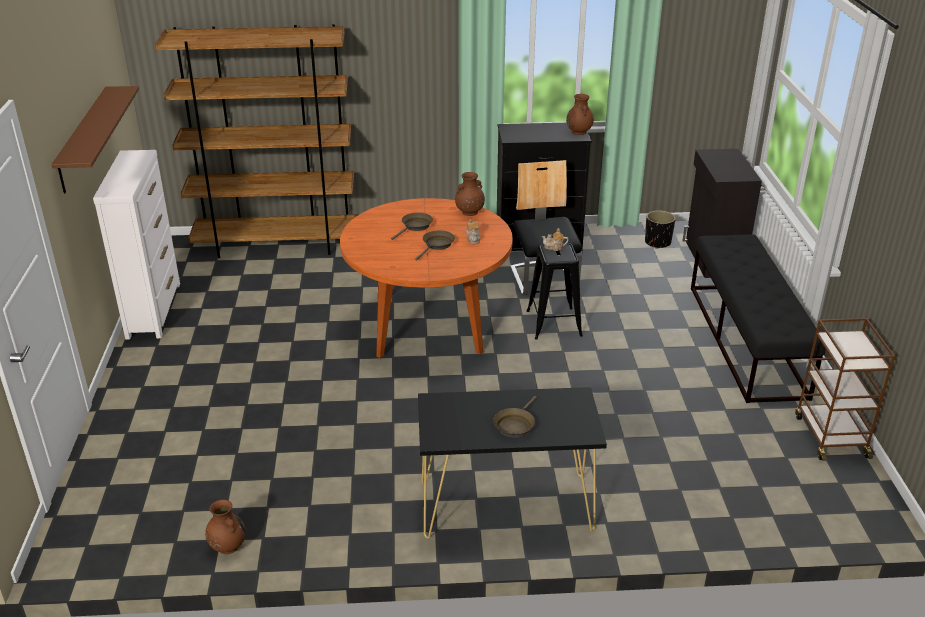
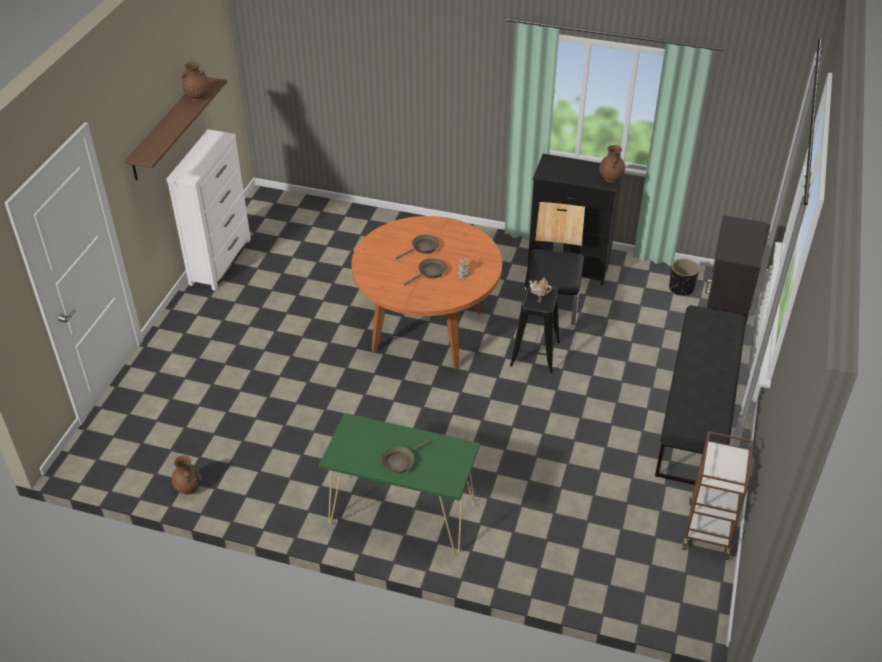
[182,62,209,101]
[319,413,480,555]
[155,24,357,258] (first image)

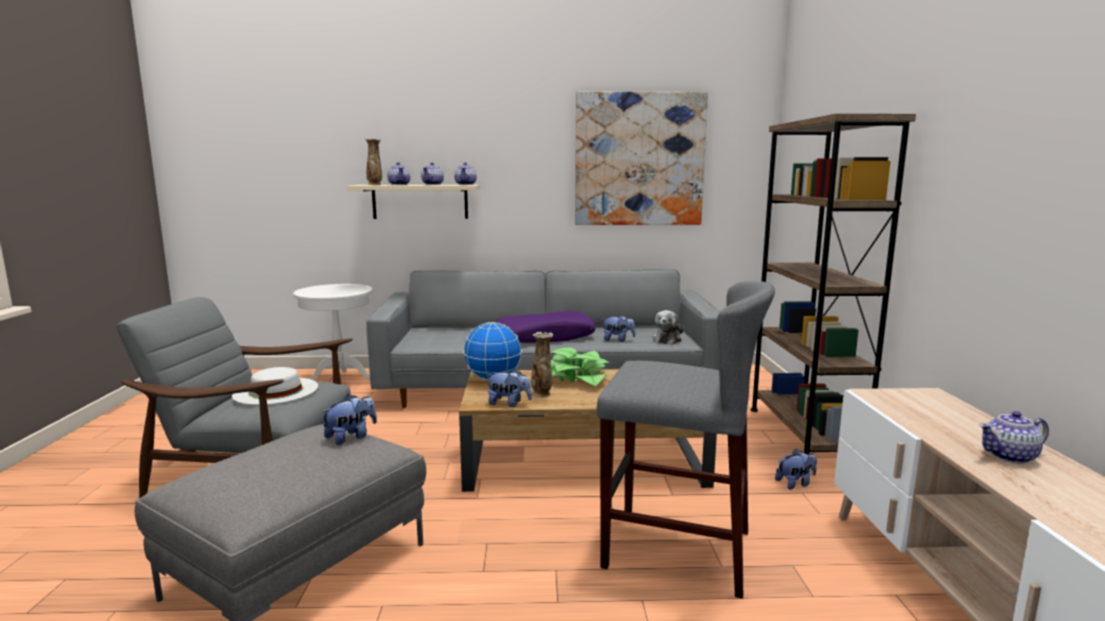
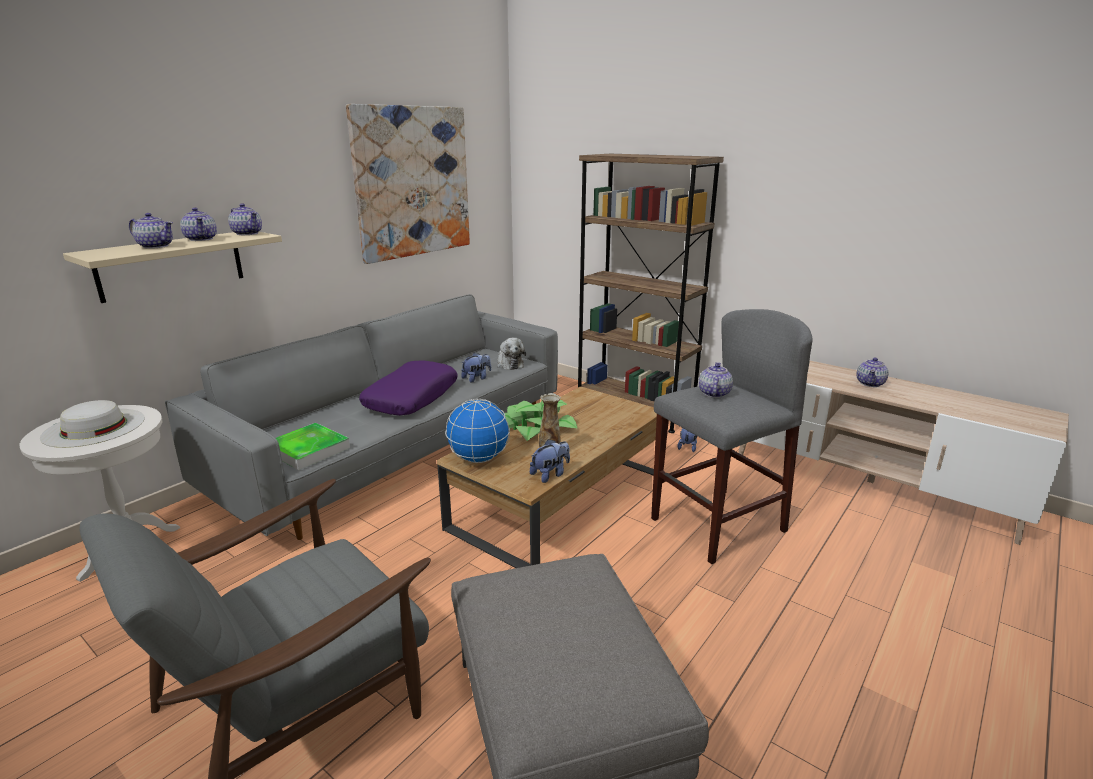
[40,400,145,448]
[276,423,350,470]
[699,362,733,398]
[321,394,377,445] (first image)
[366,139,382,185] (first image)

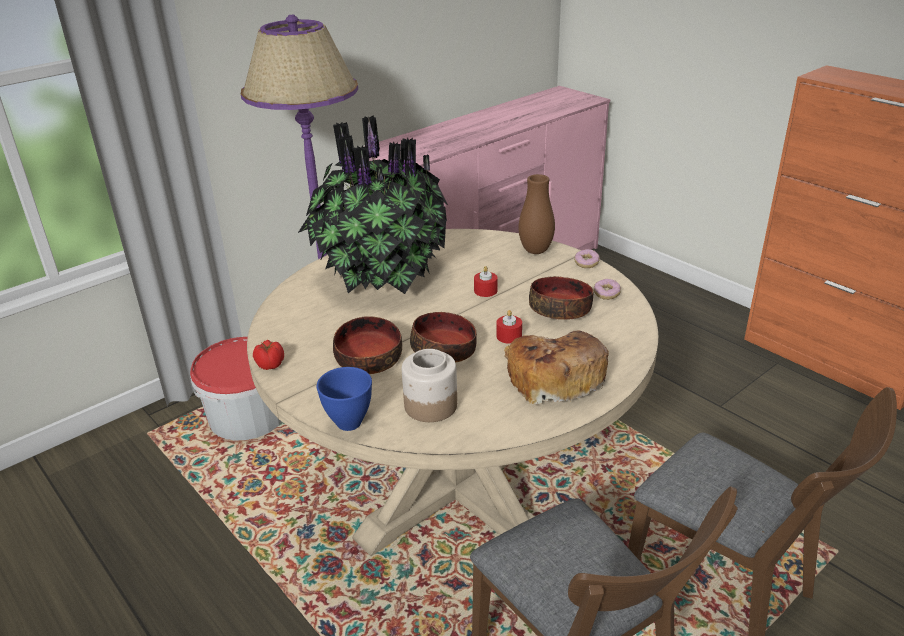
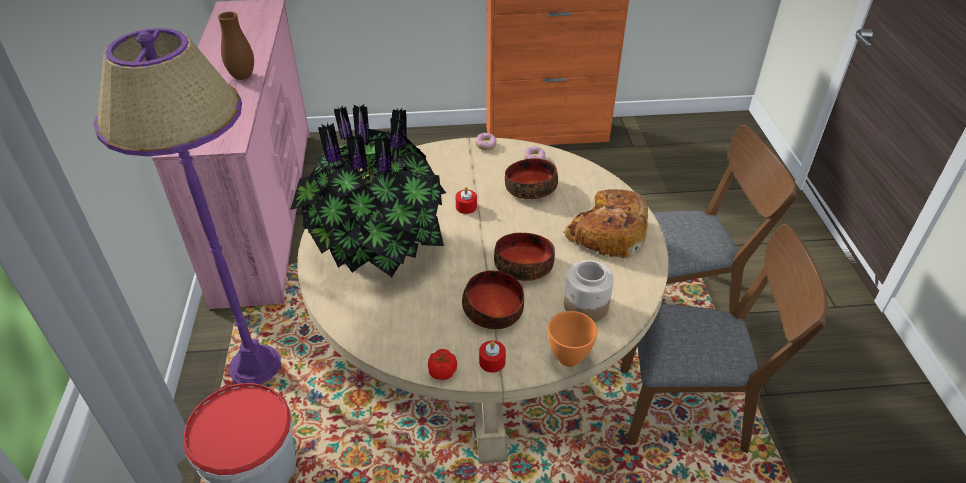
[218,12,254,80]
[479,340,506,373]
[548,311,598,367]

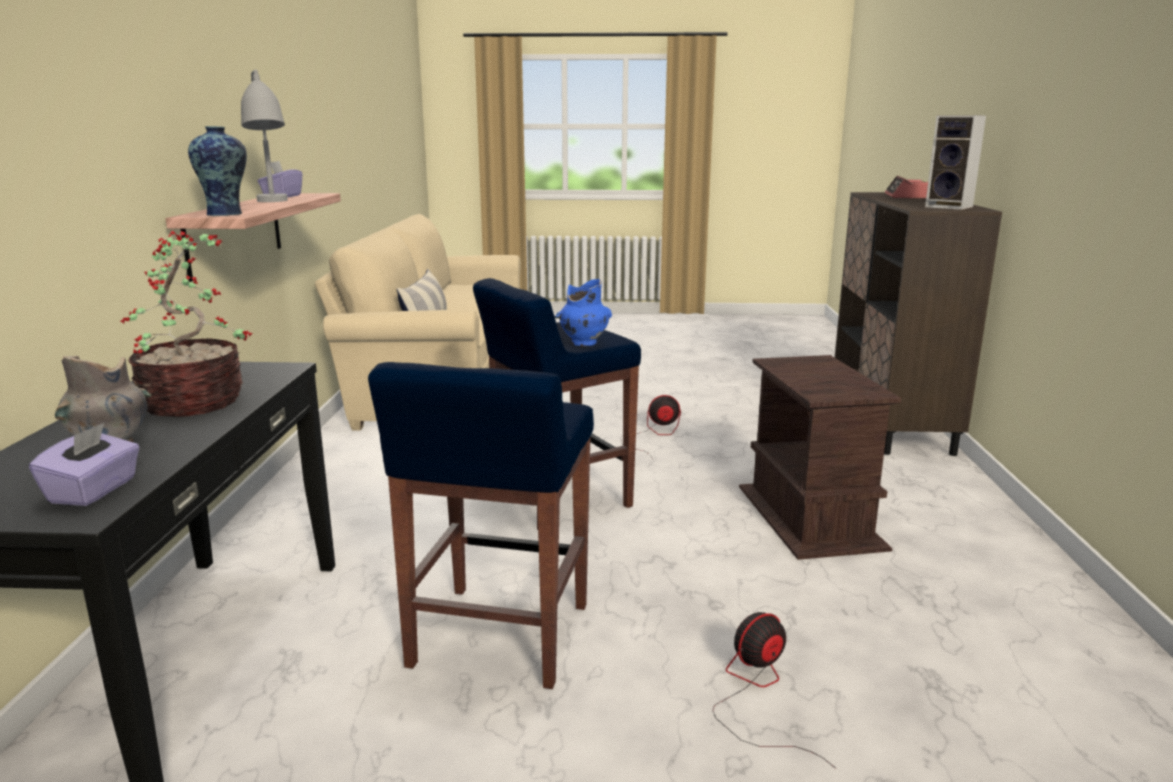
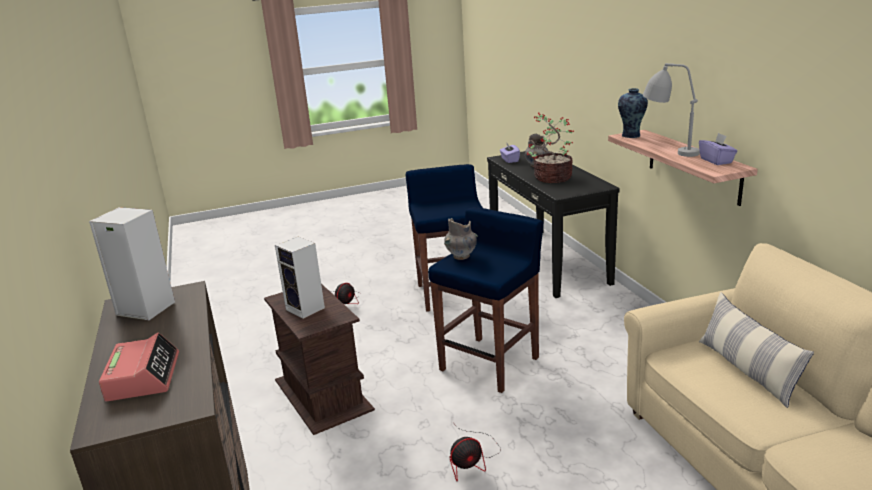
[275,236,325,319]
[444,218,478,260]

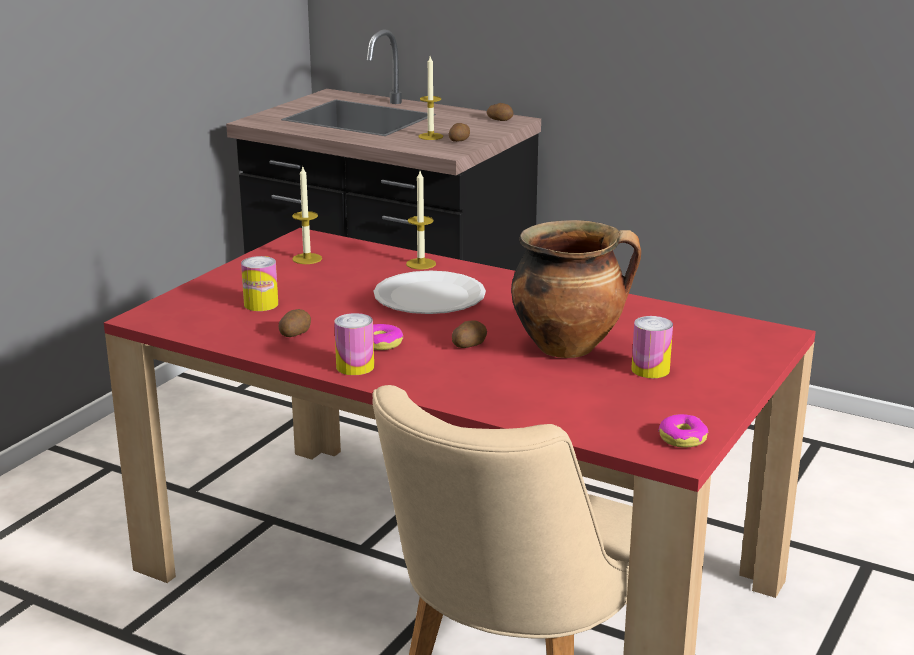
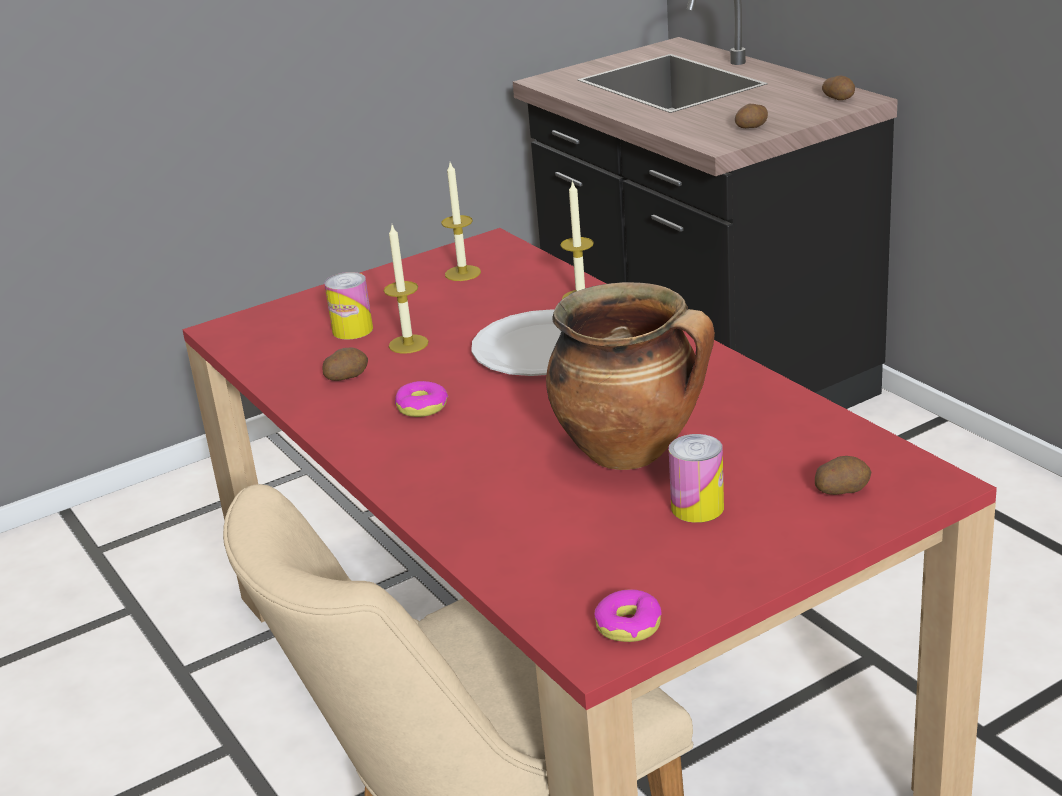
[384,225,429,354]
[815,456,871,495]
[334,313,374,375] (first image)

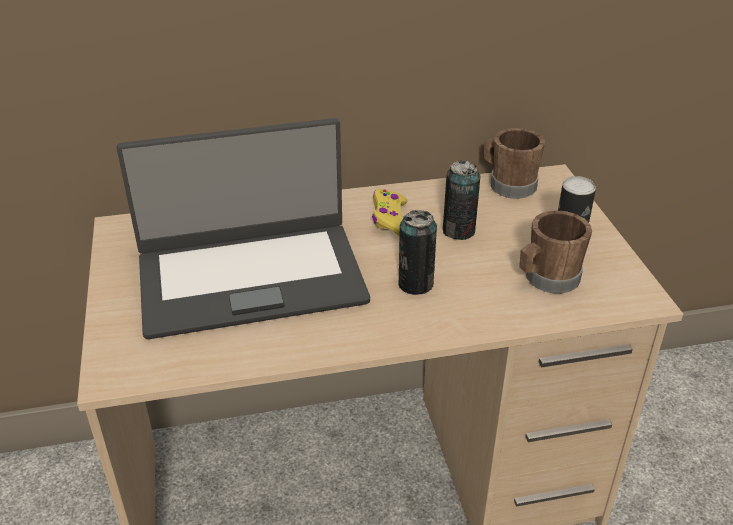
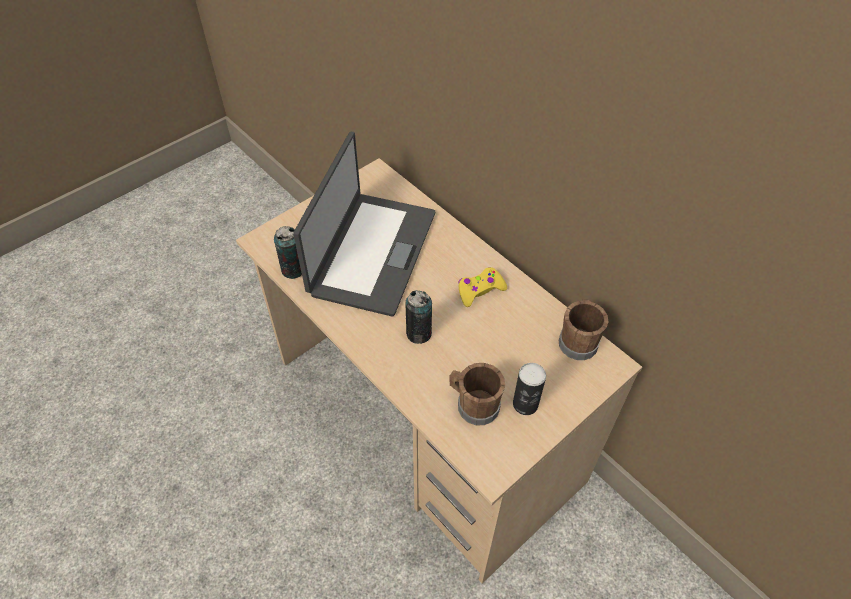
[274,226,302,279]
[293,132,435,316]

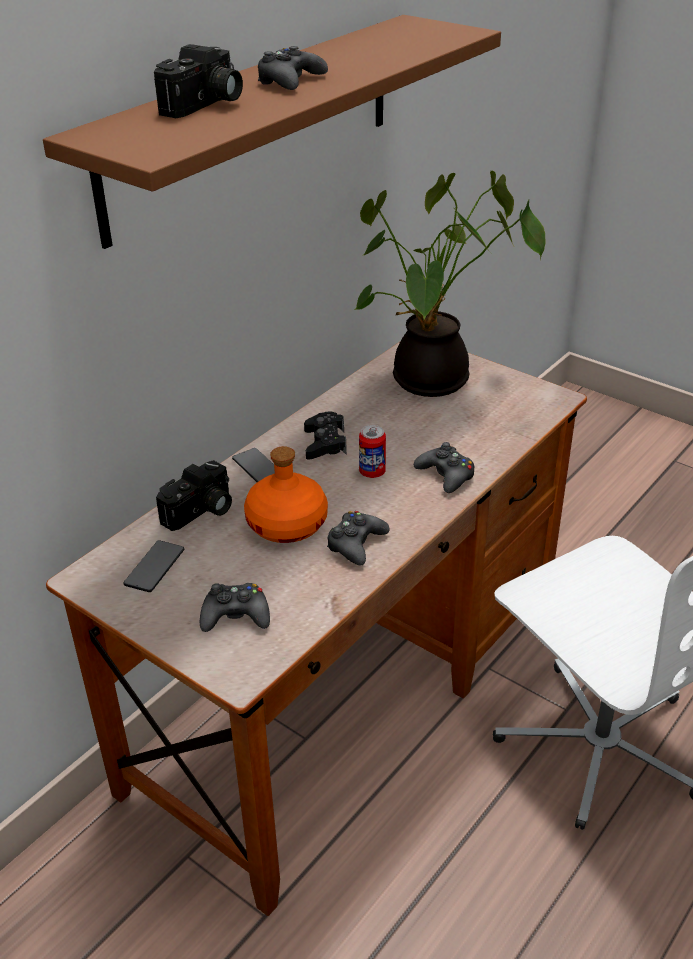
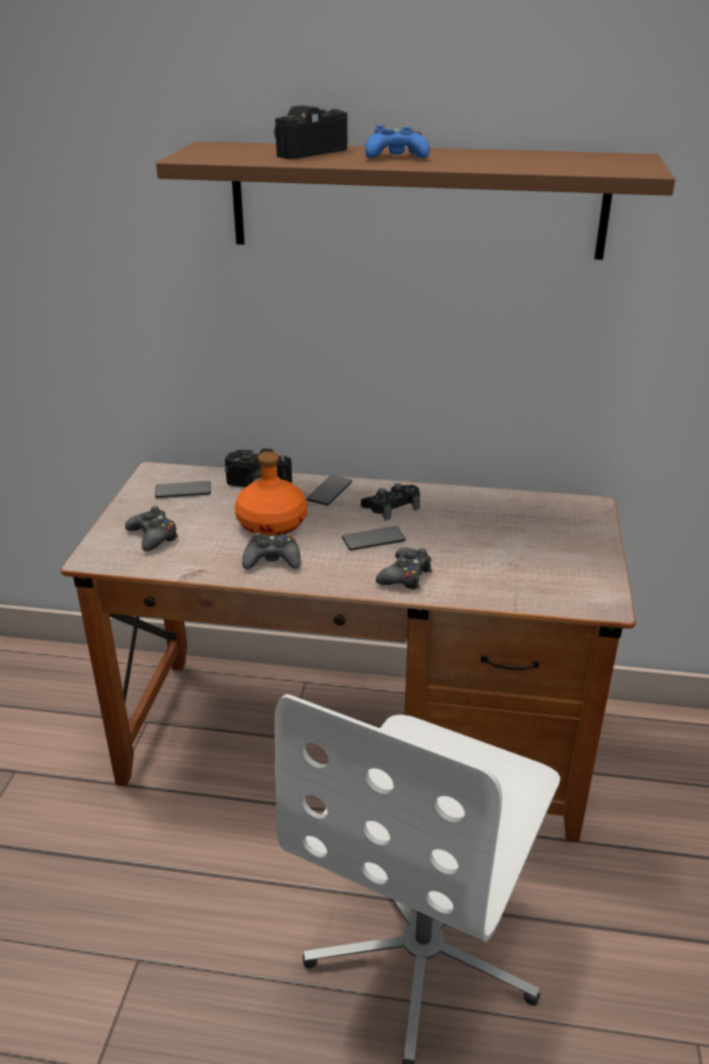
[274,105,348,159]
[342,526,406,551]
[365,125,430,158]
[355,171,546,397] (first image)

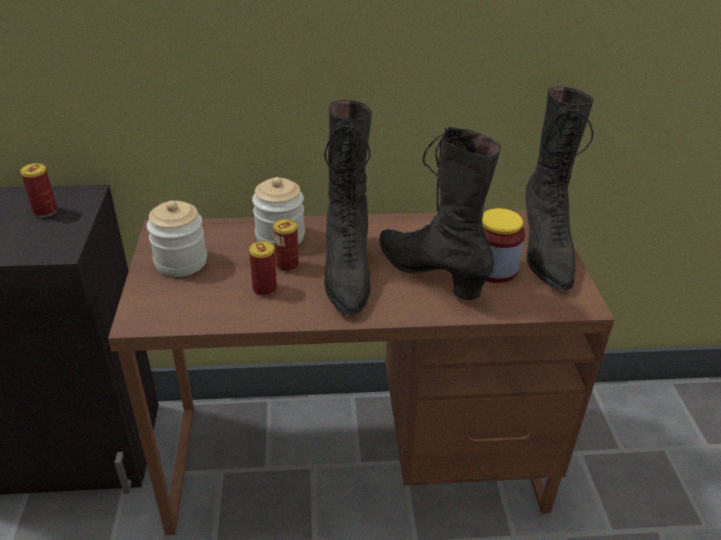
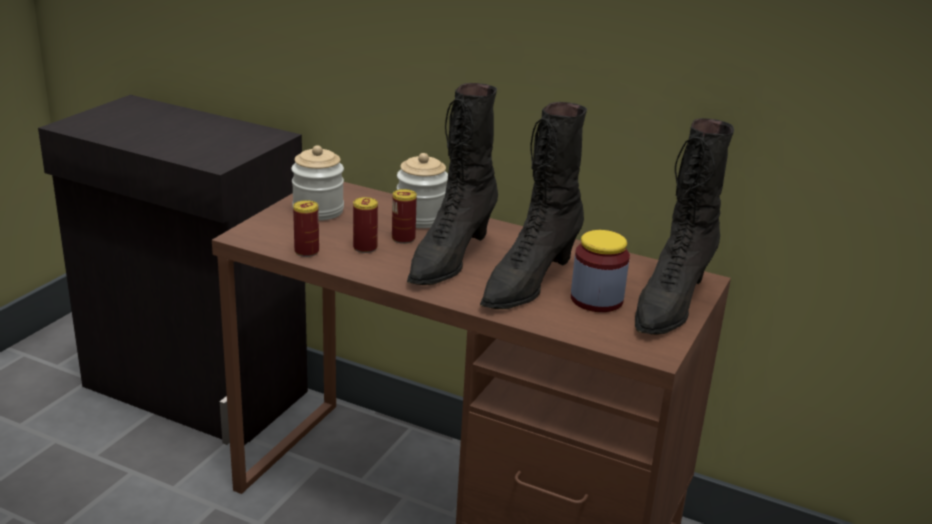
[293,200,319,257]
[480,102,587,309]

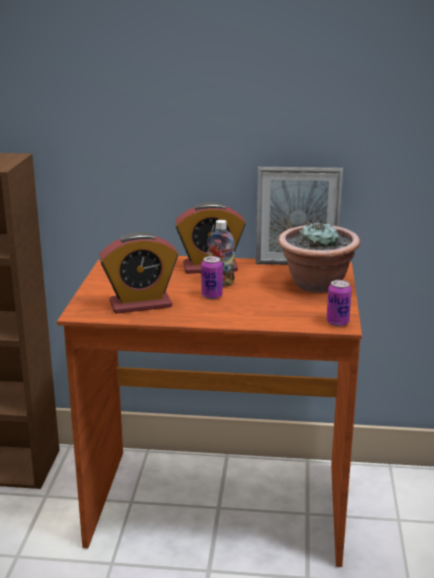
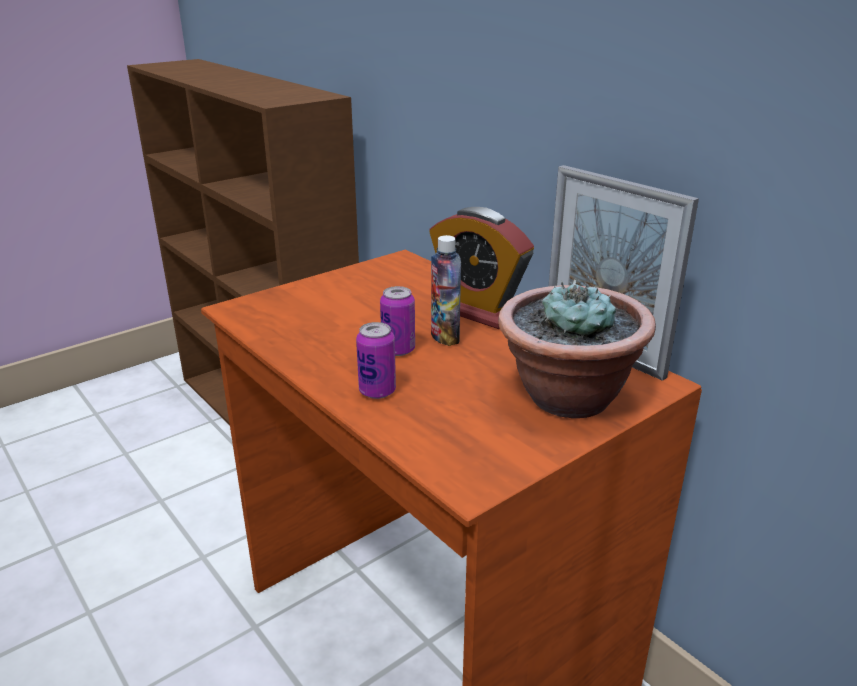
[356,322,396,399]
[99,232,178,314] (first image)

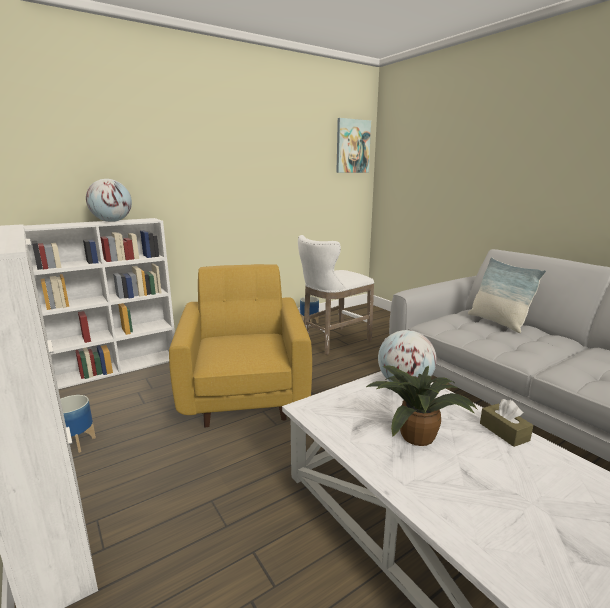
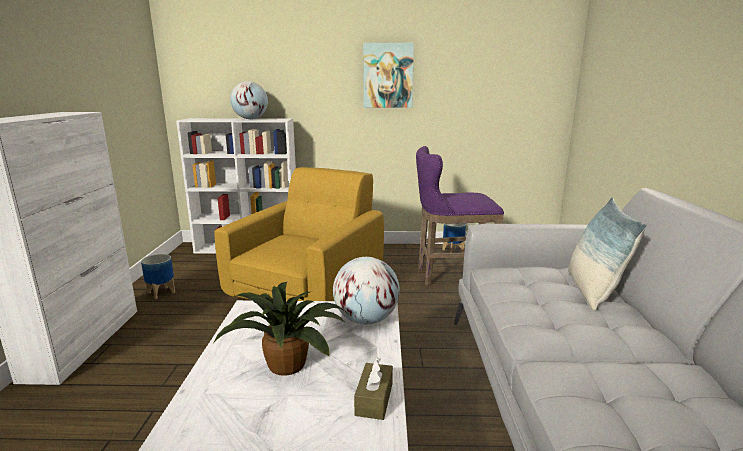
[363,43,414,108]
[416,146,504,286]

